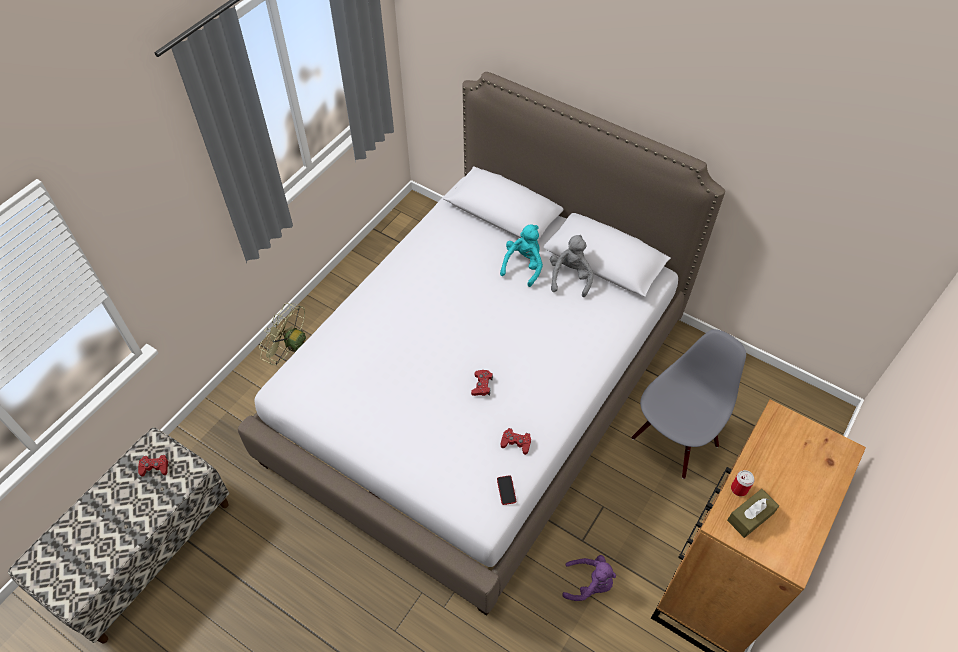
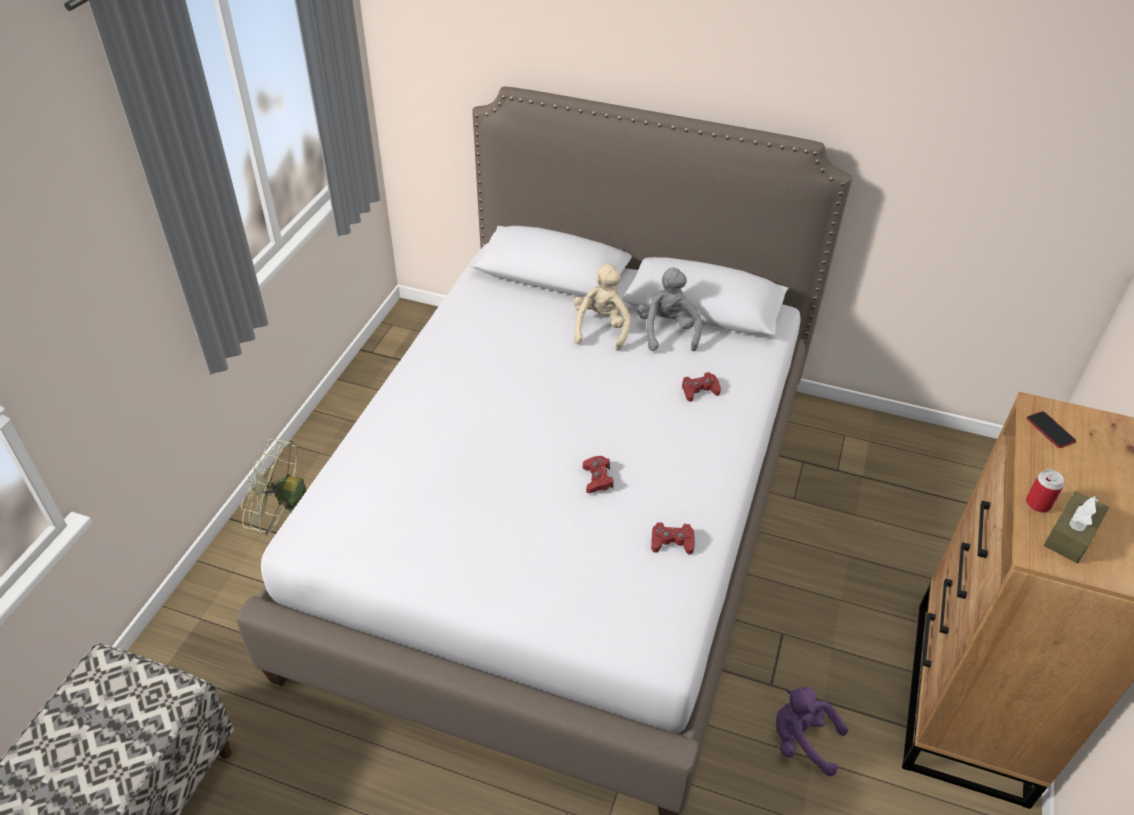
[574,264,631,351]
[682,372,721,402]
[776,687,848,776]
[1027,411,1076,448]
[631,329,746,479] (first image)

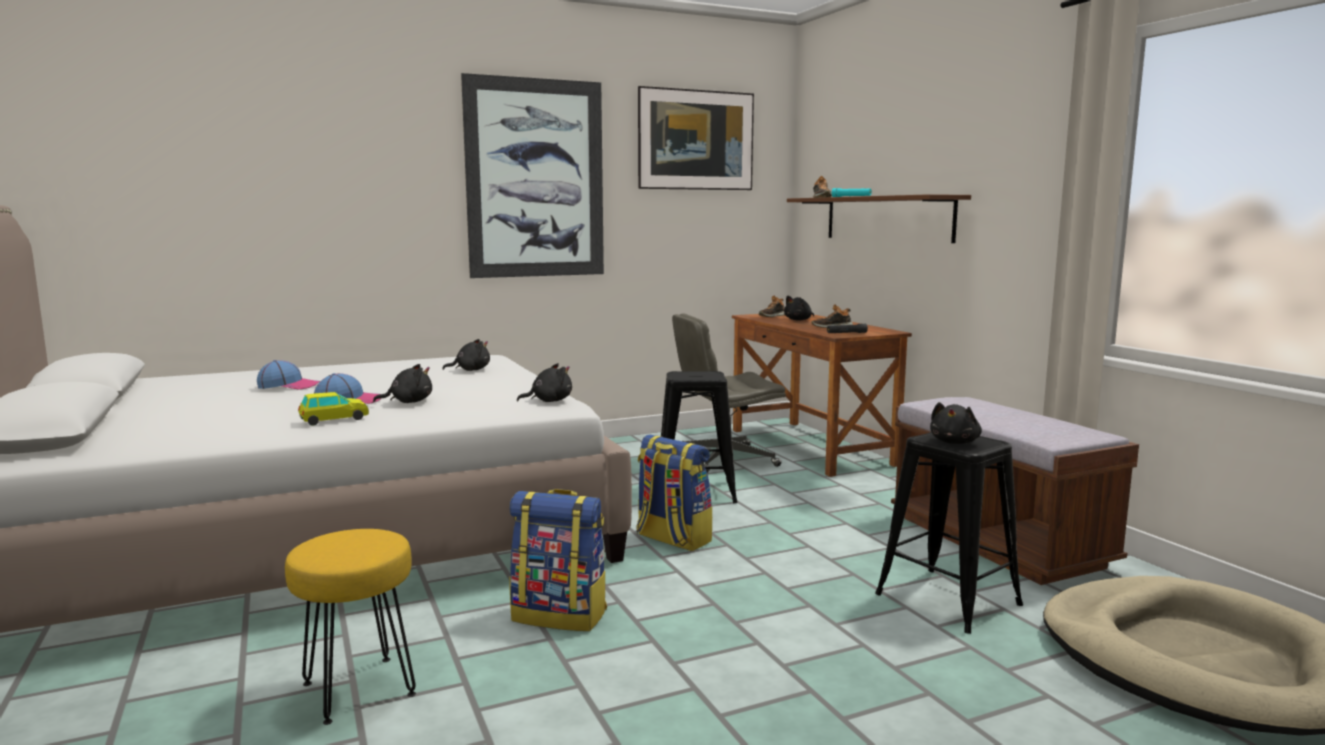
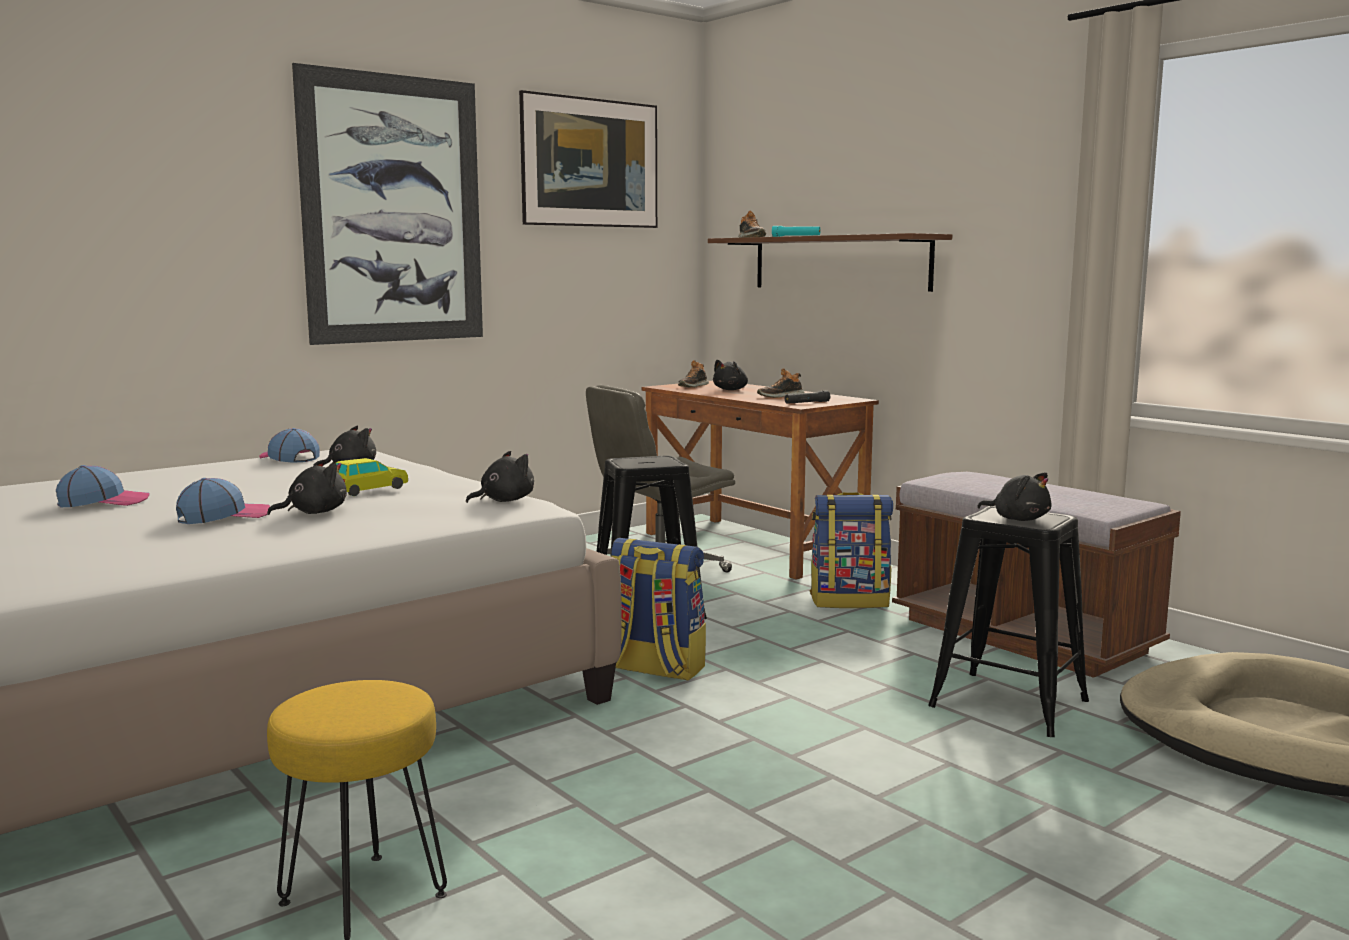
[259,428,320,463]
[335,458,408,496]
[810,492,893,608]
[977,472,1052,521]

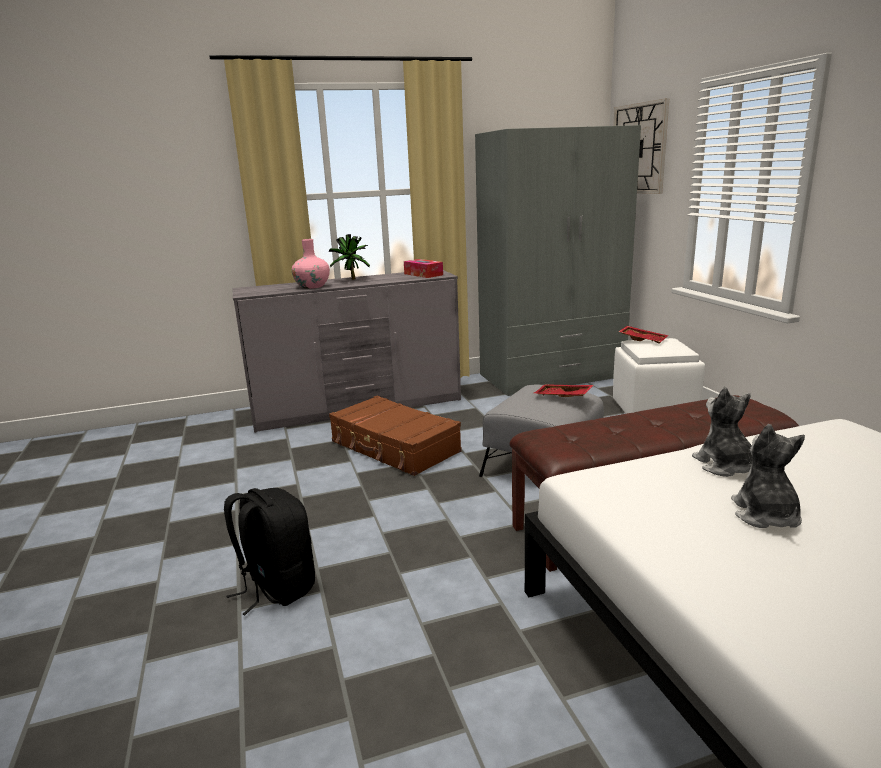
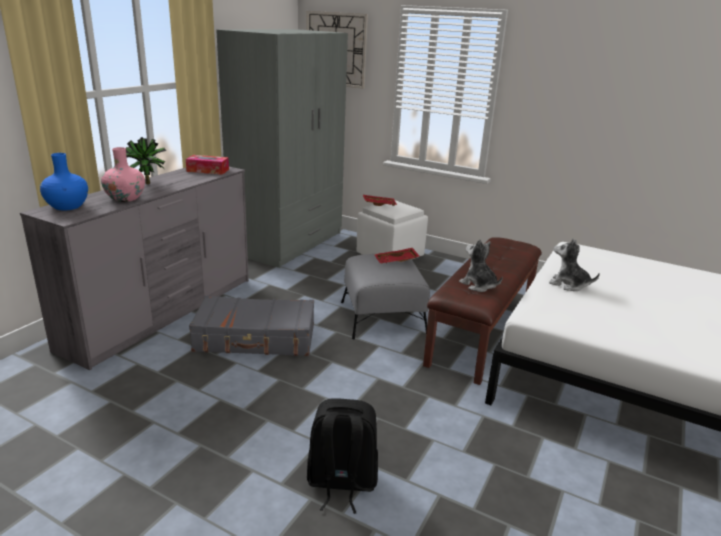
[40,153,88,211]
[189,296,314,356]
[459,239,503,292]

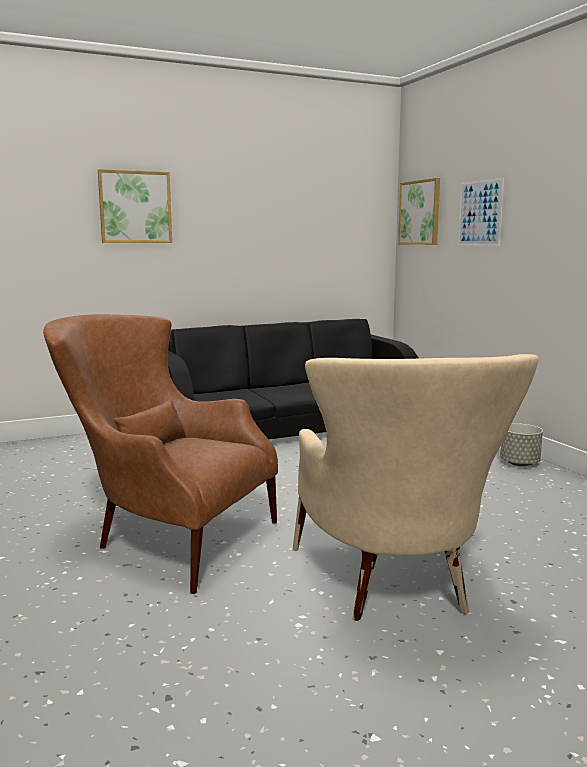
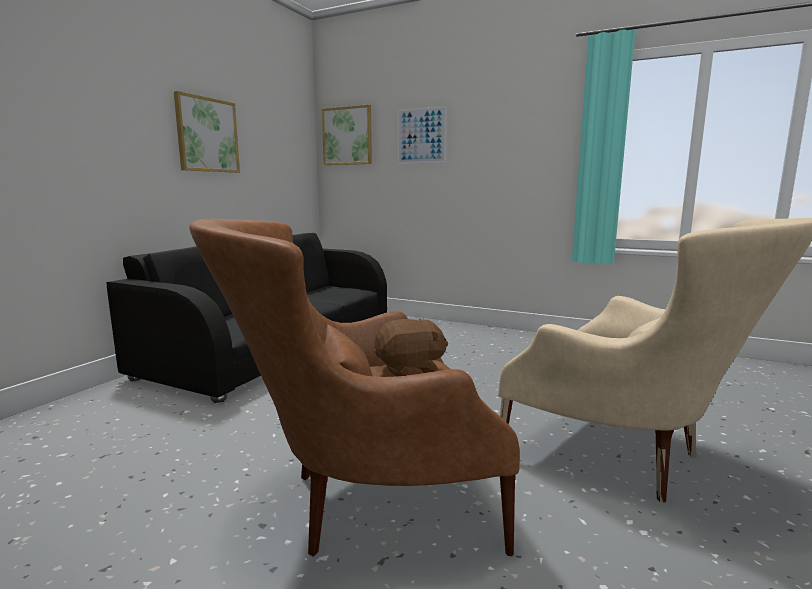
[174,91,240,173]
[374,319,448,376]
[500,423,543,466] (first image)

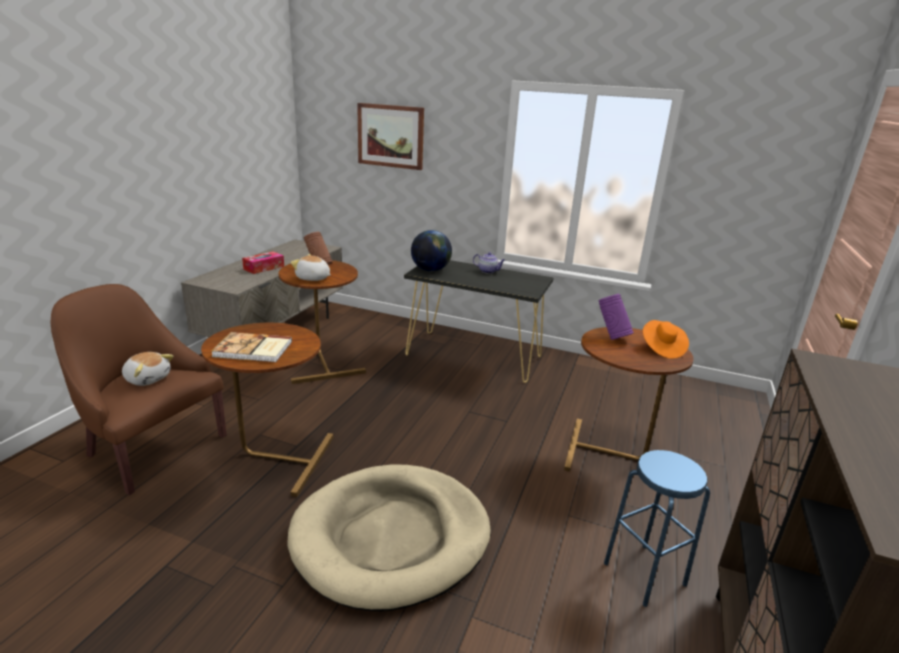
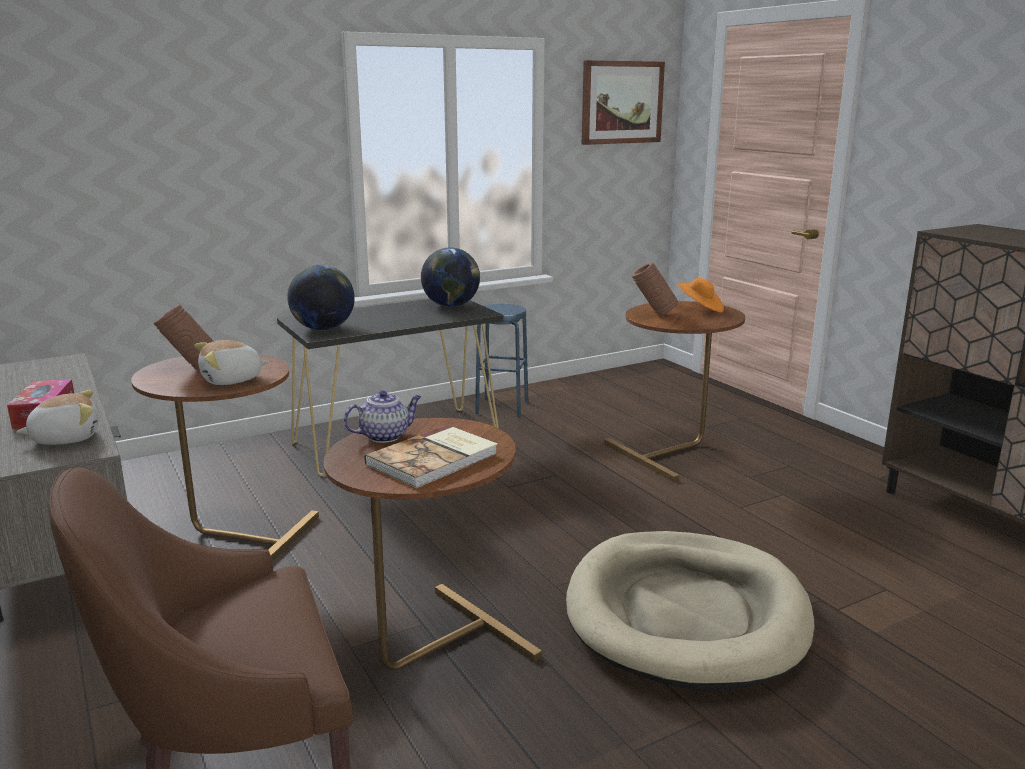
[16,390,98,445]
[344,390,421,443]
[421,247,480,307]
[475,304,528,418]
[582,60,665,145]
[631,262,678,316]

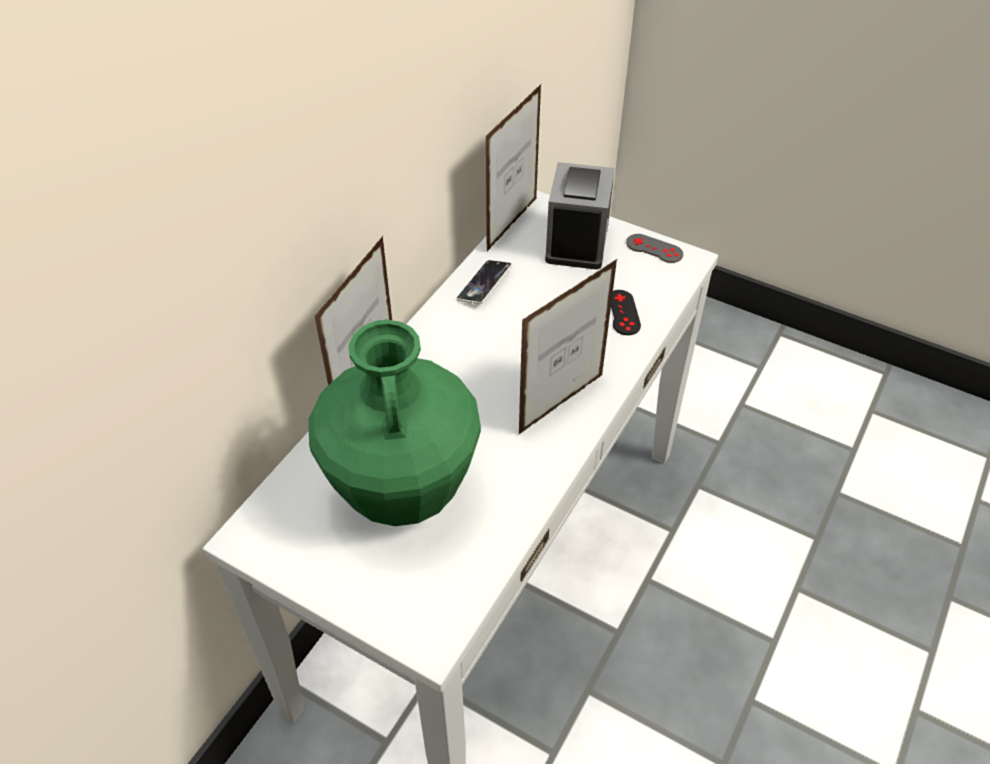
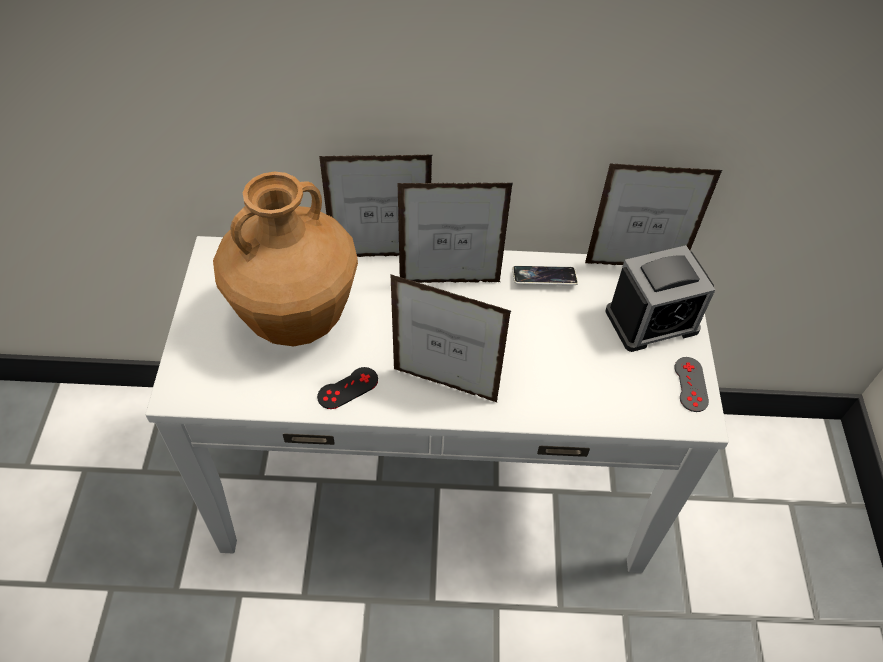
[213,172,358,346]
[317,367,378,409]
[398,183,513,283]

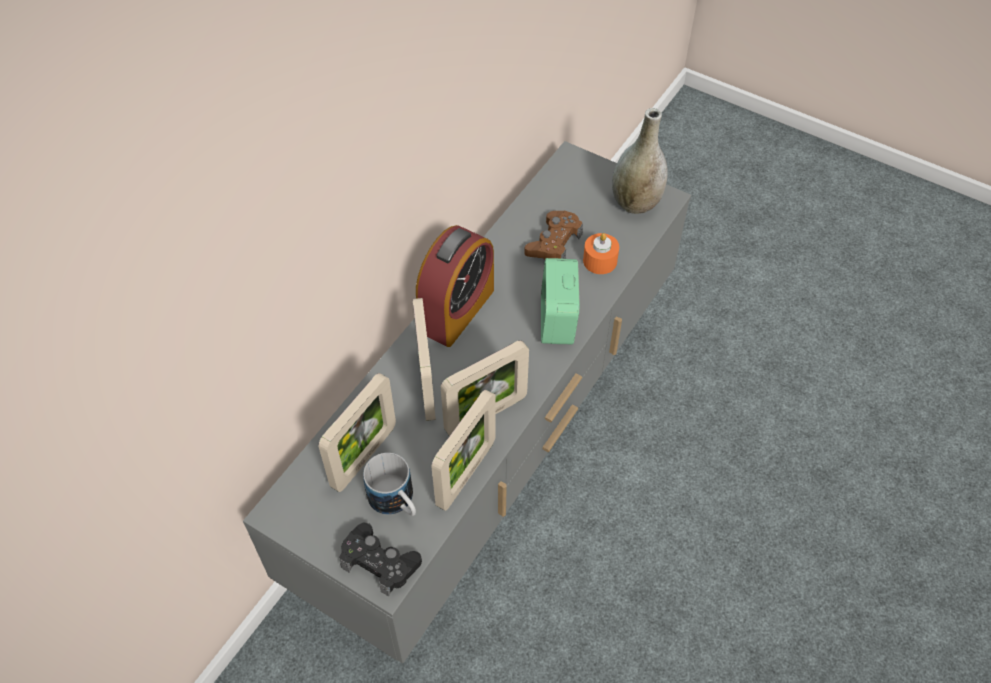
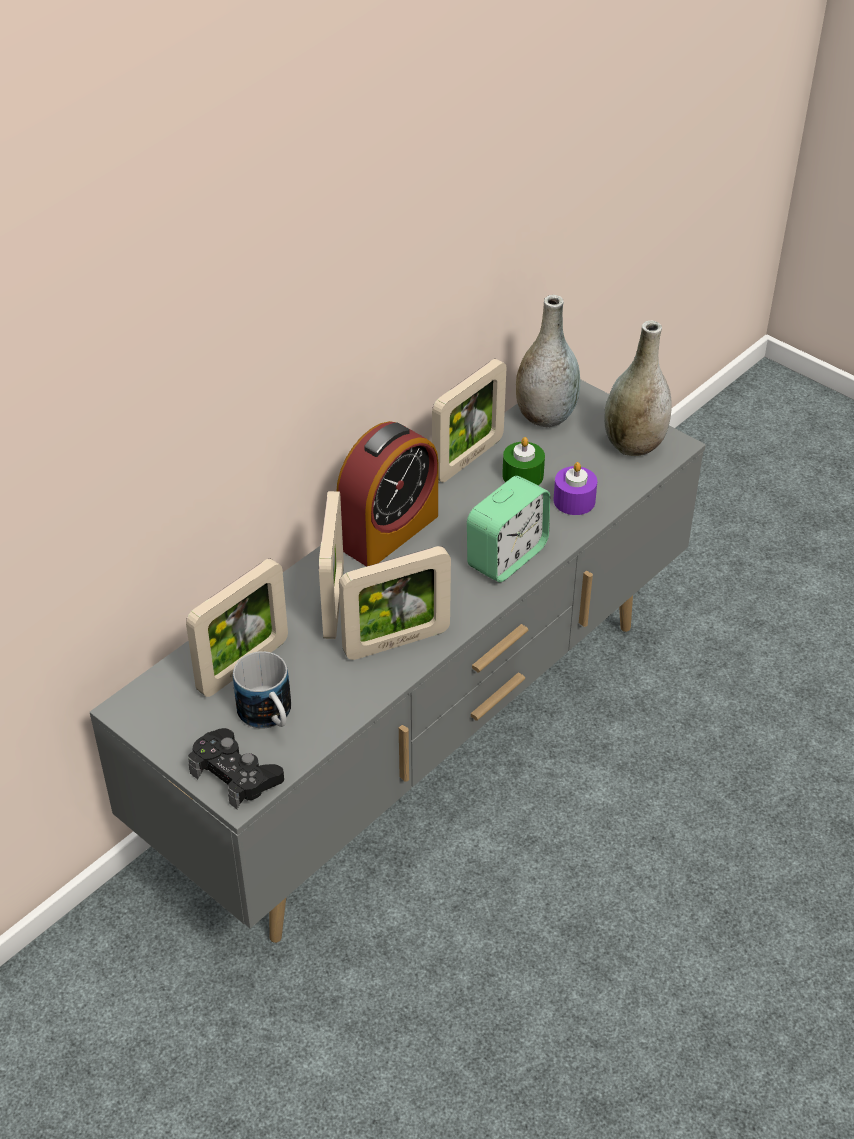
[432,359,506,482]
[467,476,550,582]
[502,437,545,485]
[516,295,580,427]
[553,462,597,515]

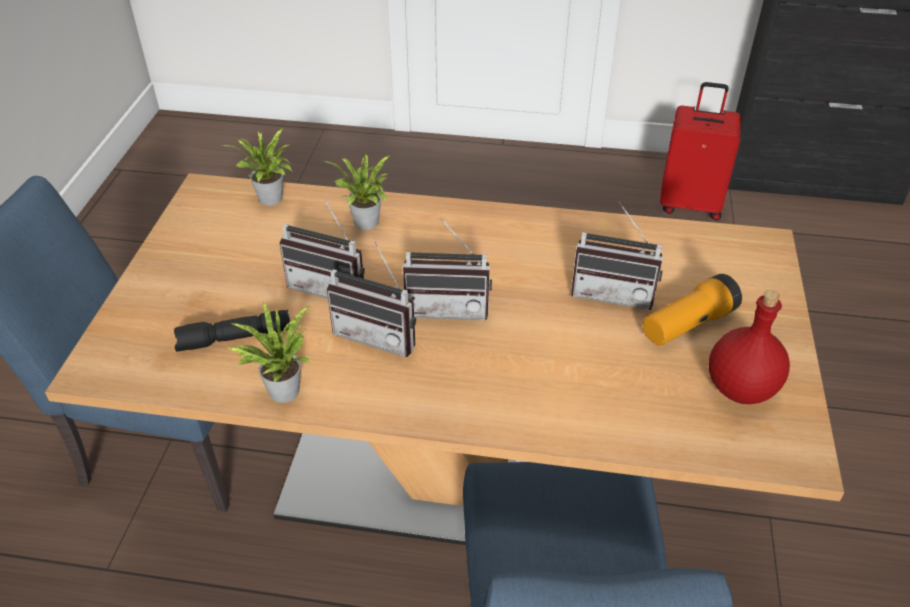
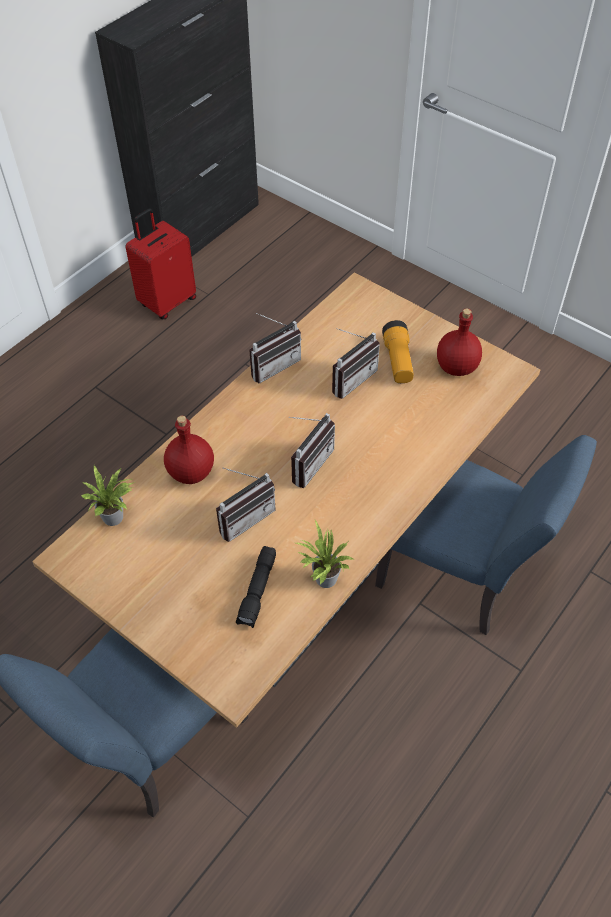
[164,416,214,484]
[249,313,301,383]

